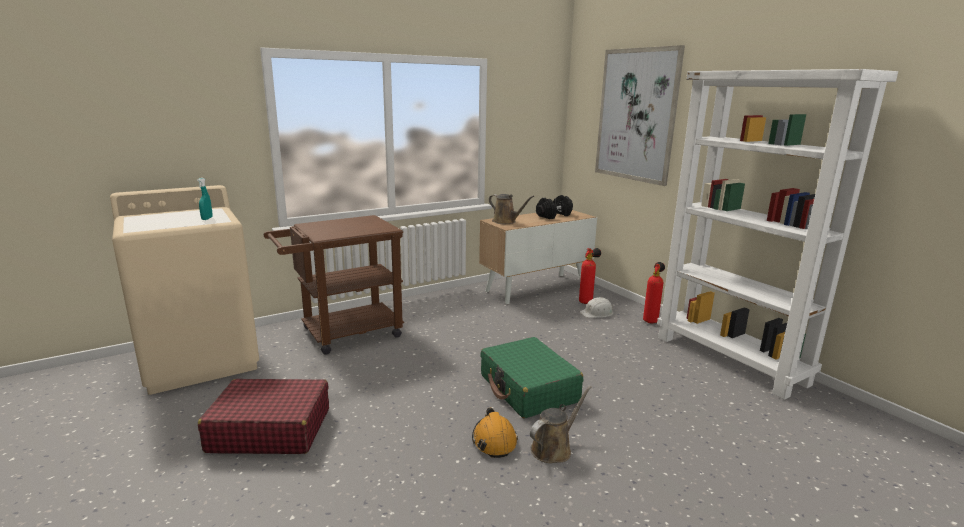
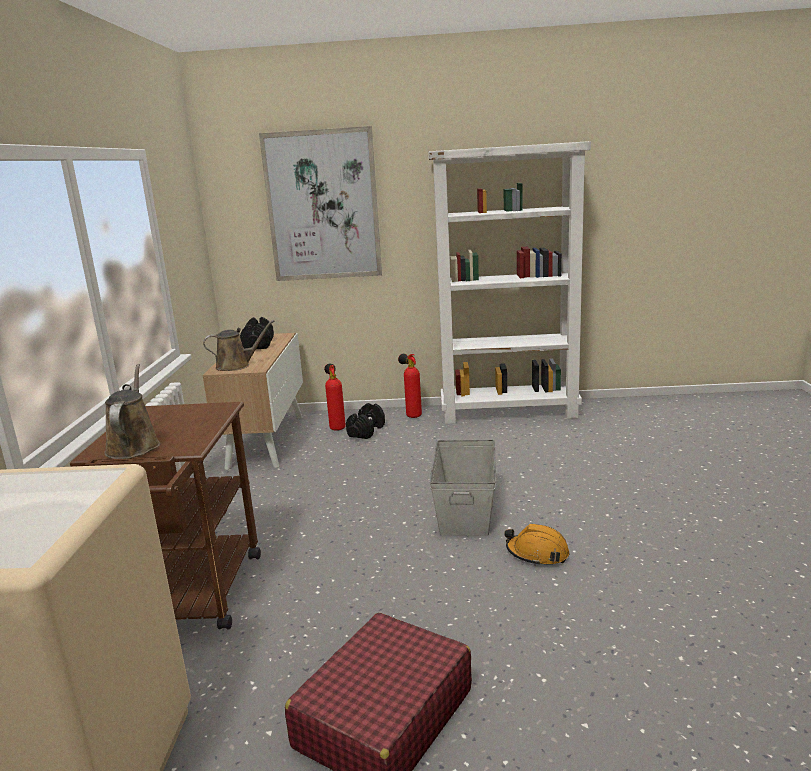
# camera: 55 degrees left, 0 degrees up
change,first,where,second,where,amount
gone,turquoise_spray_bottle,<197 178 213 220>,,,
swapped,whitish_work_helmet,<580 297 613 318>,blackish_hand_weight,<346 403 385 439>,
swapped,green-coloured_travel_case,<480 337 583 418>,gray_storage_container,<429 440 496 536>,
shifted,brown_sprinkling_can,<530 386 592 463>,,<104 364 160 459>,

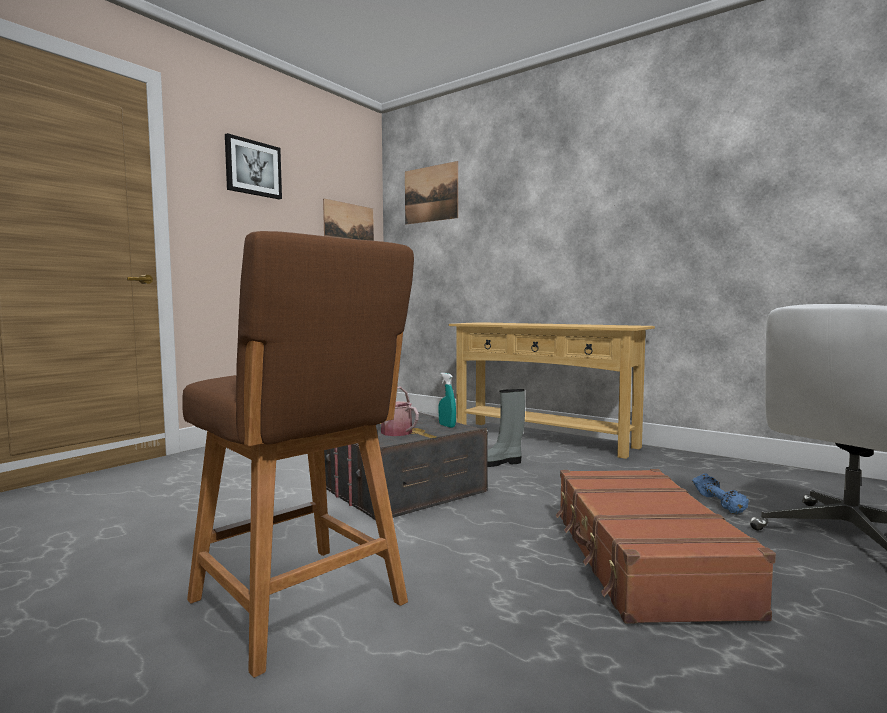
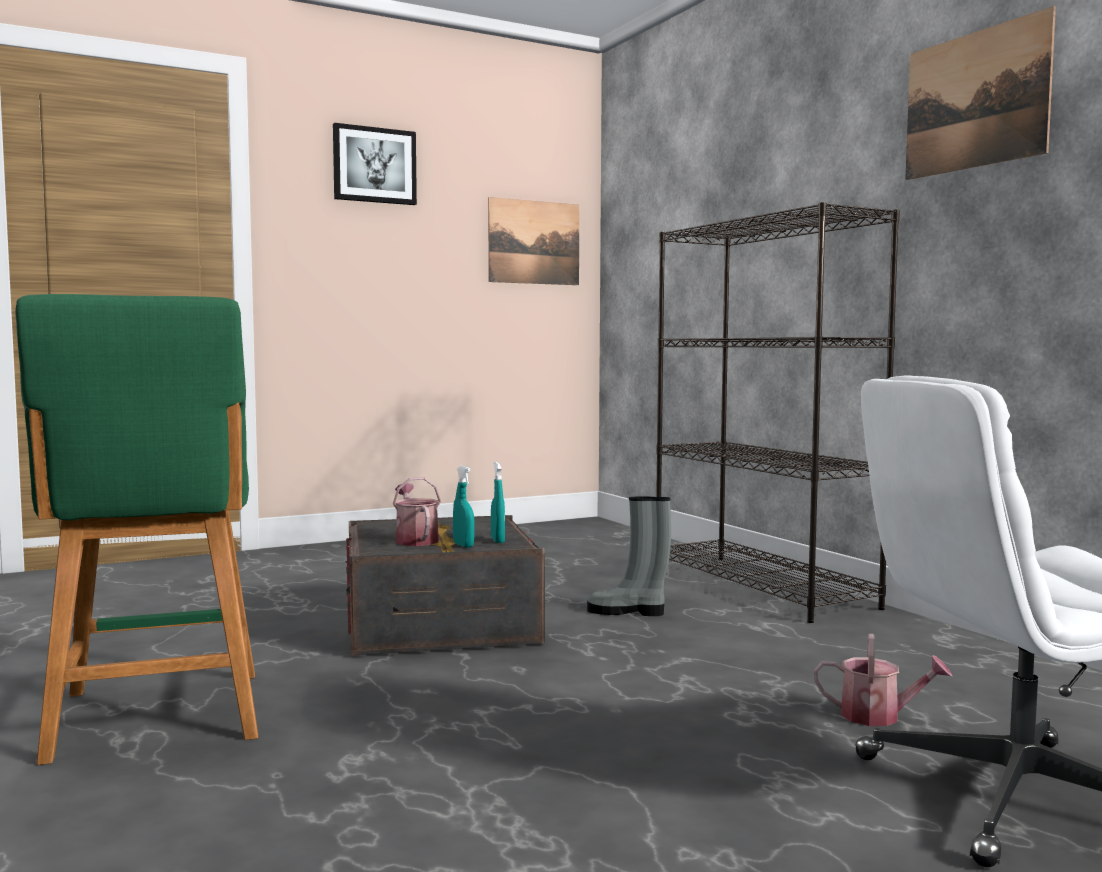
# camera: 25 degrees right, 0 degrees up
change,first,where,second,where,amount
shifted,wall_art,<405 161 458 224>,,<905 6 1056 180>,
repainted,brown_stool_seat,<182 231 414 678>,green-coloured_stool_seat,<15 294 258 765>,
swapped,sand-coloured_console_table,<449 322 655 459>,blackish_bookcase,<656 202 900 623>,
gone,brown_travel_case,<556 469 776 624>,,,
swapped,blue-coloured_hand_weight,<692 473 749 514>,sprinkling_can,<814 634 952 726>,
new,,,turquoise_spray_bottle,<453 466 474 548>,

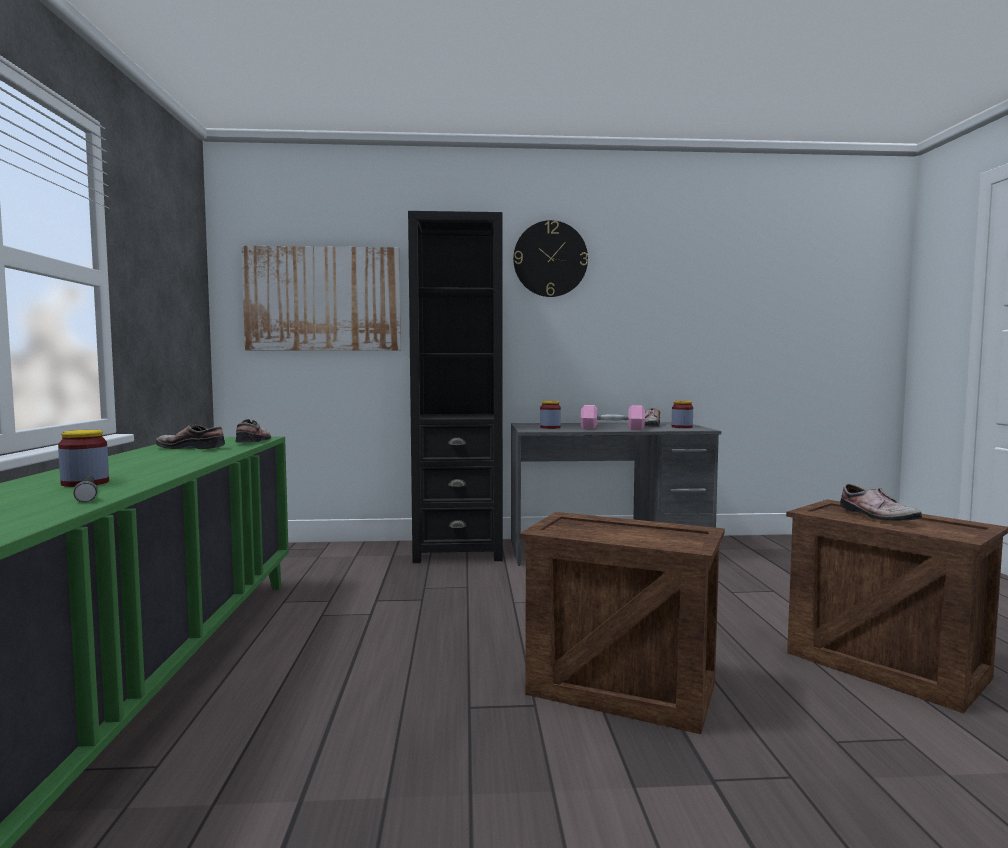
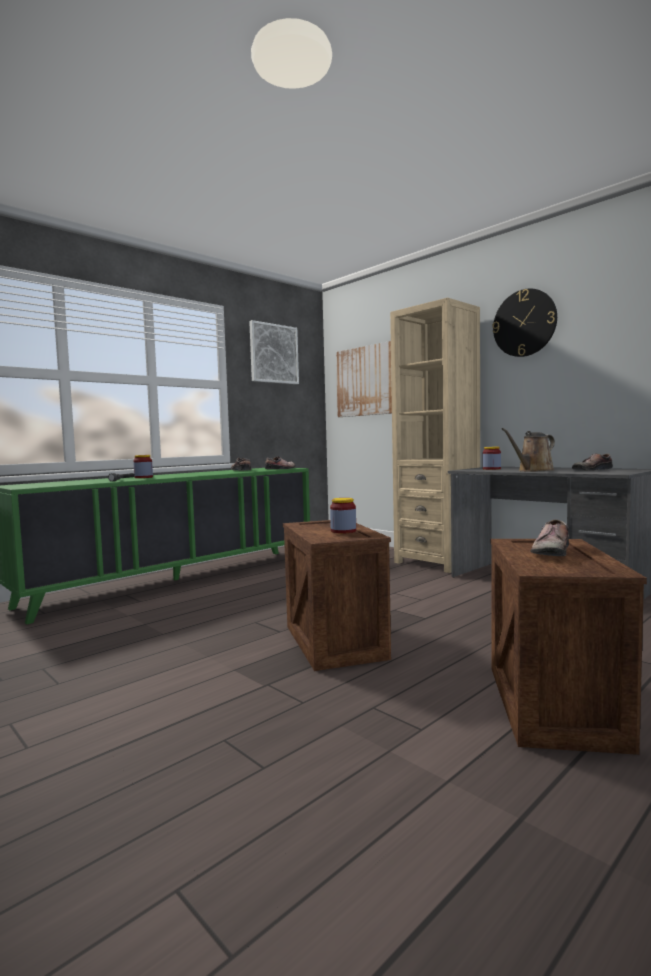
# camera: 50 degrees right, 0 degrees up
change,first,where,second,where,amount
repainted,blackish_bookcase,<408 211 503 563>,sand-coloured_bookcase,<390 298 480 573>,
shifted,preserve_jar,<672 401 693 428>,,<330 498 356 534>,
swapped,pink_hand_weight,<581 405 645 430>,brown_sprinkling_can,<502 428 555 472>,
new,,,wall_art,<249 320 299 384>,

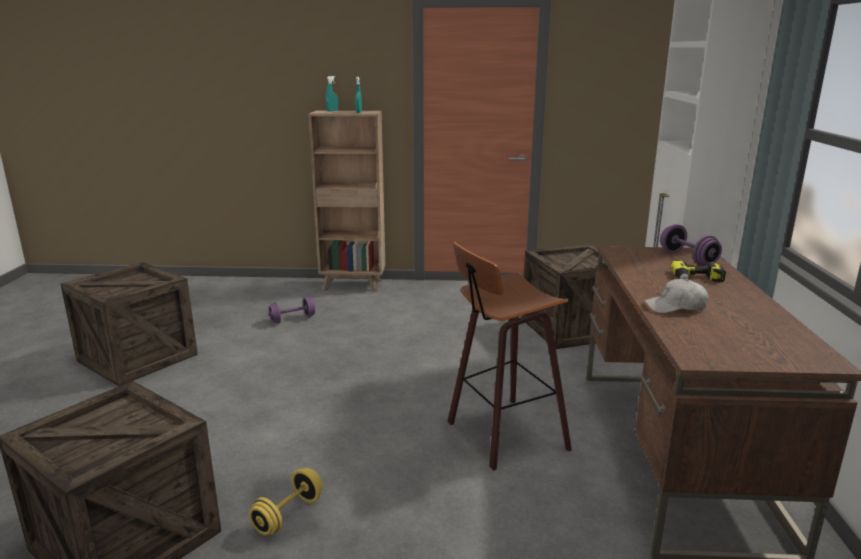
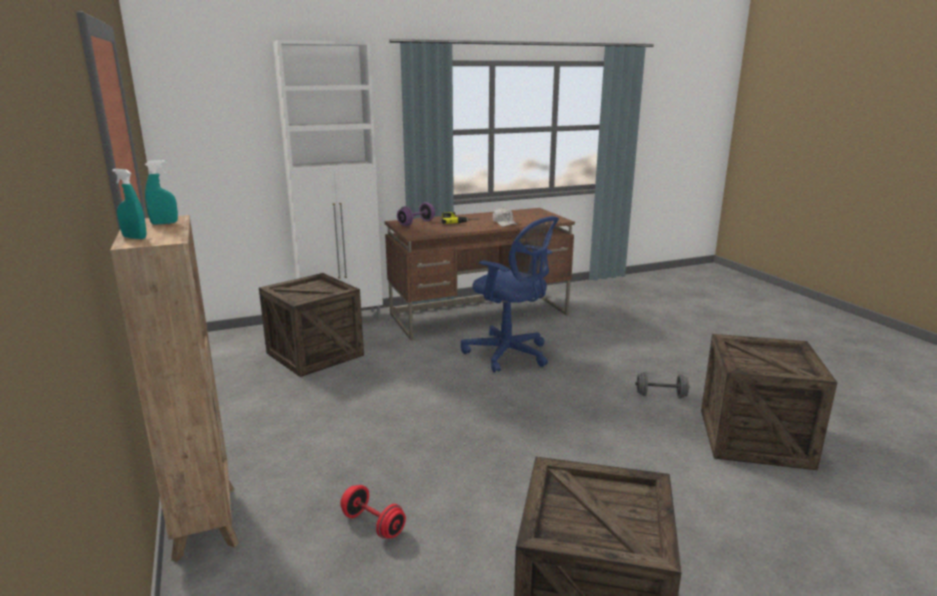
# camera: 115 degrees left, 0 degrees up
change,first,where,second,where,amount
swapped,stool_seat,<447 242 572 471>,blue-coloured_desk_chair,<461 216 559 372>,
repainted,purple_hand_weight,<268 297 315 324>,red-coloured_hand_weight,<340 485 406 539>,
repainted,yellow-coloured_hand_weight,<249 468 323 535>,gray_hand_weight,<635 372 690 399>,

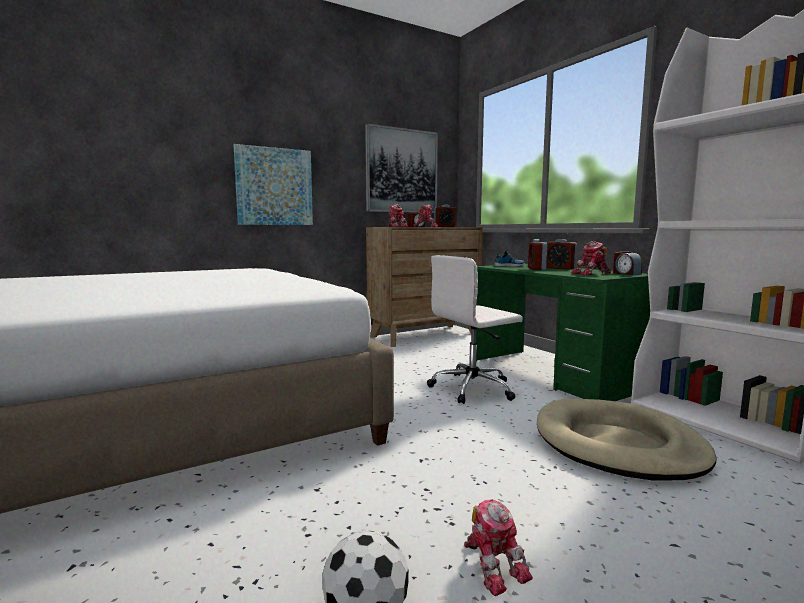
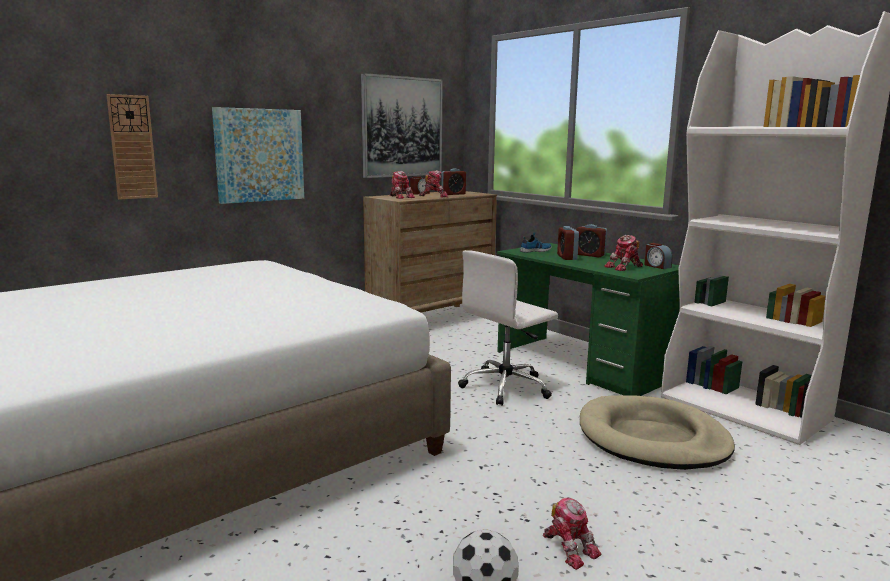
# camera: 10 degrees left, 5 degrees up
change,first,where,second,where,amount
new,,,hanging_clock,<106 94 158 200>,

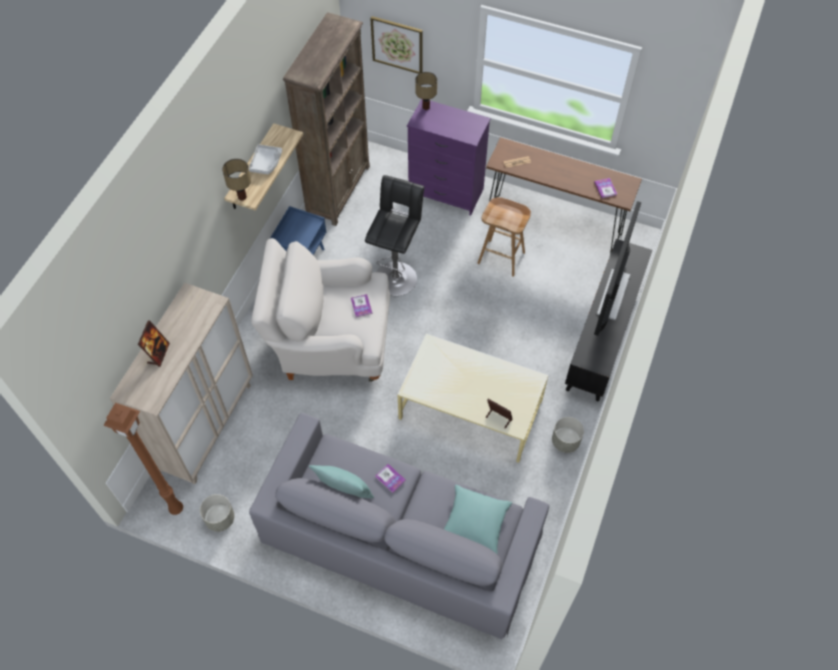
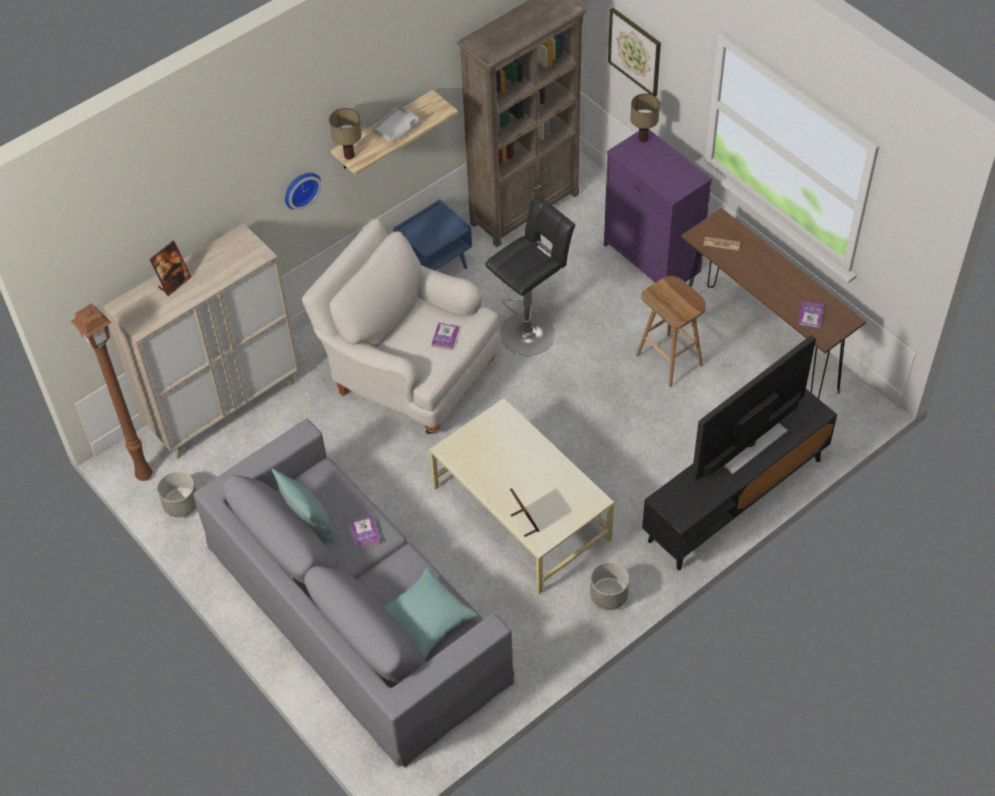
# camera: 30 degrees right, 5 degrees down
change,first,where,second,where,amount
new,,,hanging_clock,<285 173 322 210>,

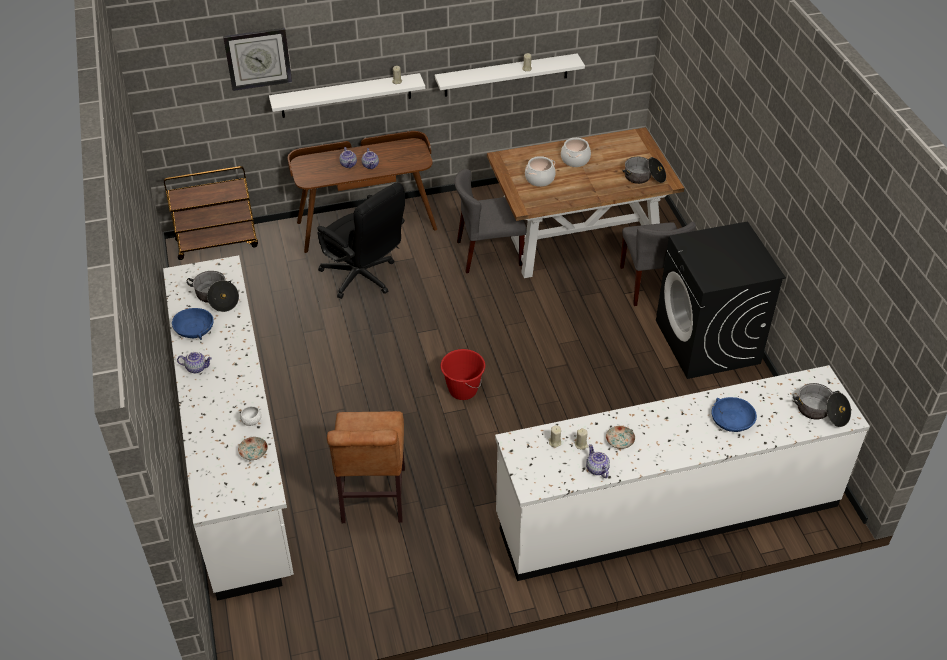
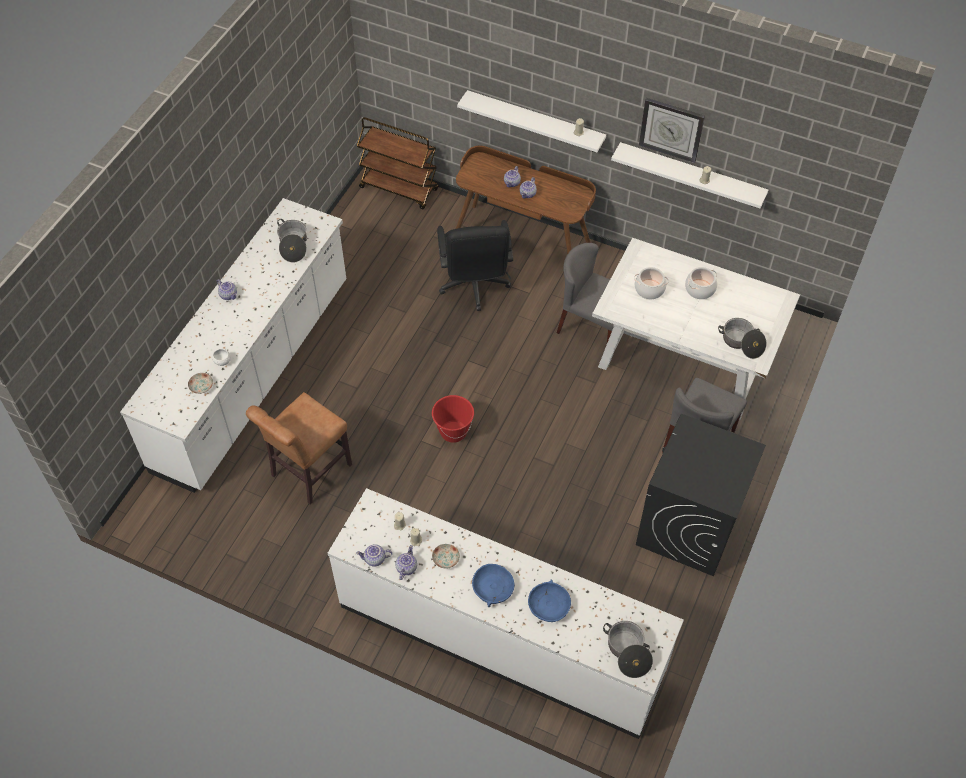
# camera: 40 degrees right, 10 degrees up
change,first,where,second,where,amount
shifted,hanging_clock,<223 28 292 91>,,<639 98 705 163>,
repainted,brown_kitchen_table,<487 127 684 278>,whitish_kitchen_table,<592 238 800 420>,
shifted,blue-coloured_serving_bowl,<172 308 214 340>,,<472 564 515 607>,
new,,,pot_for_tea,<356 544 392 567>,

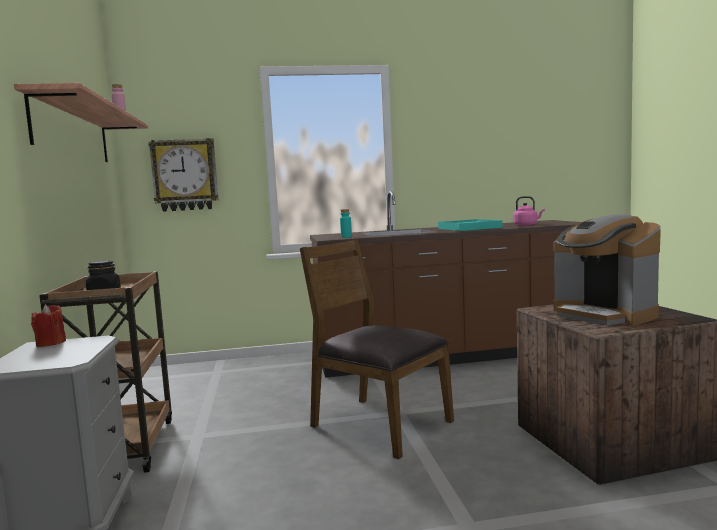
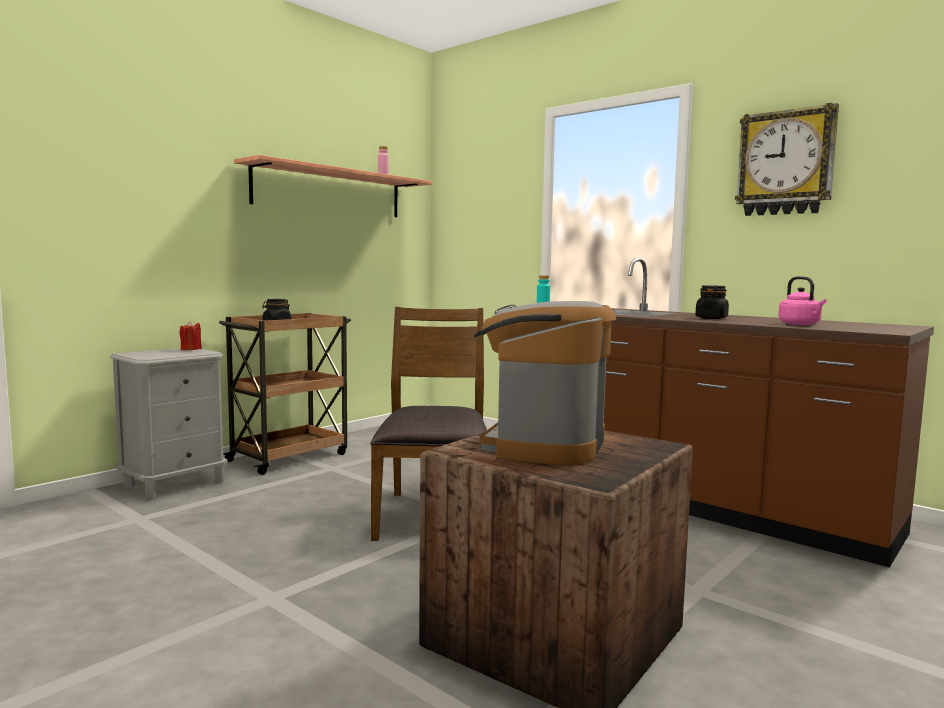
# camera: 50 degrees right, 0 degrees up
change,first,where,second,where,amount
shifted,hanging_clock,<148 138 219 212>,,<735 103 839 216>,
swapped,turquoise_serving_tray,<438 219 503 231>,blackish_preserve_jar,<695 285 729 319>,

